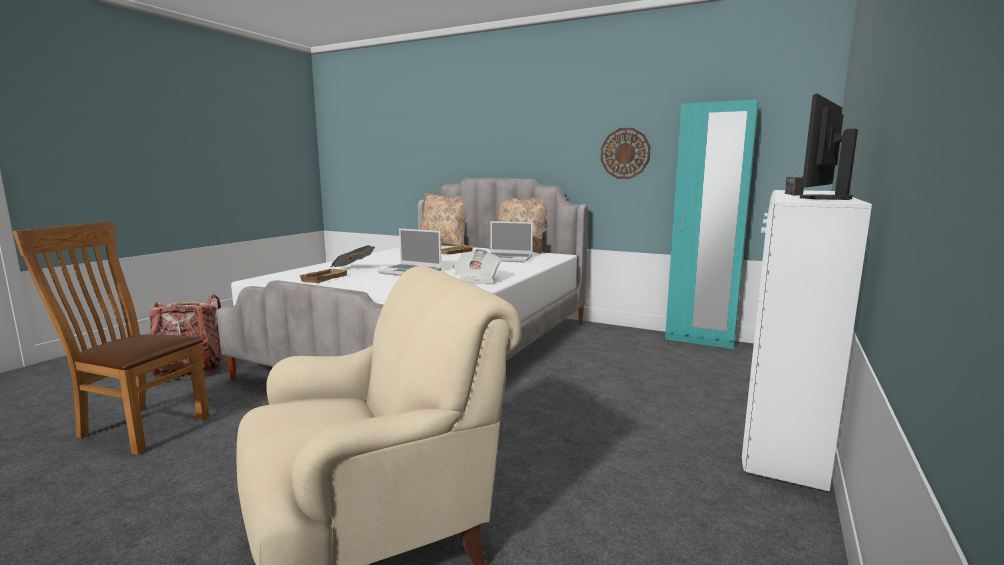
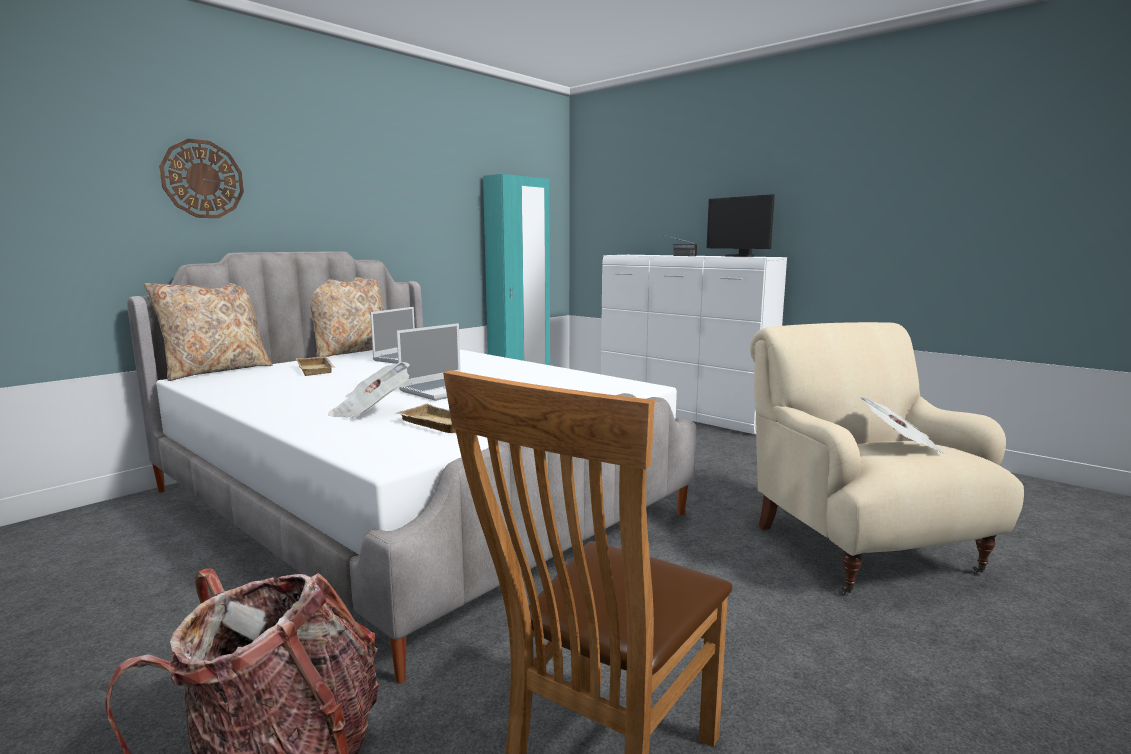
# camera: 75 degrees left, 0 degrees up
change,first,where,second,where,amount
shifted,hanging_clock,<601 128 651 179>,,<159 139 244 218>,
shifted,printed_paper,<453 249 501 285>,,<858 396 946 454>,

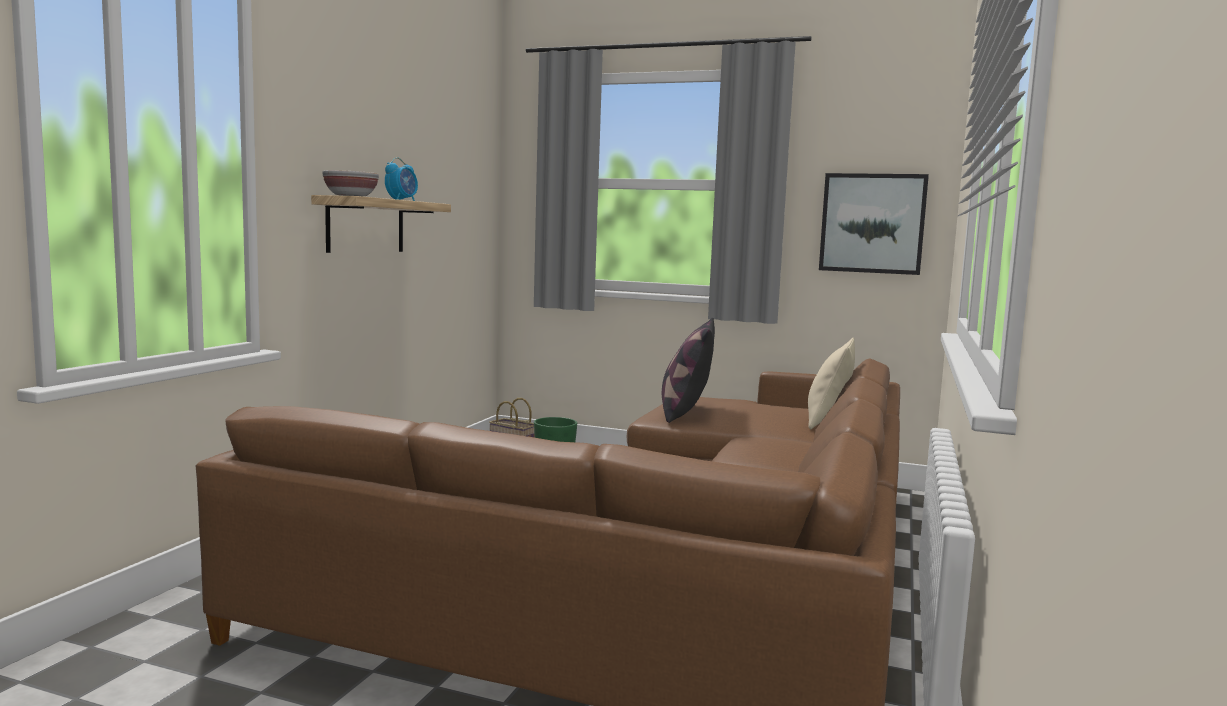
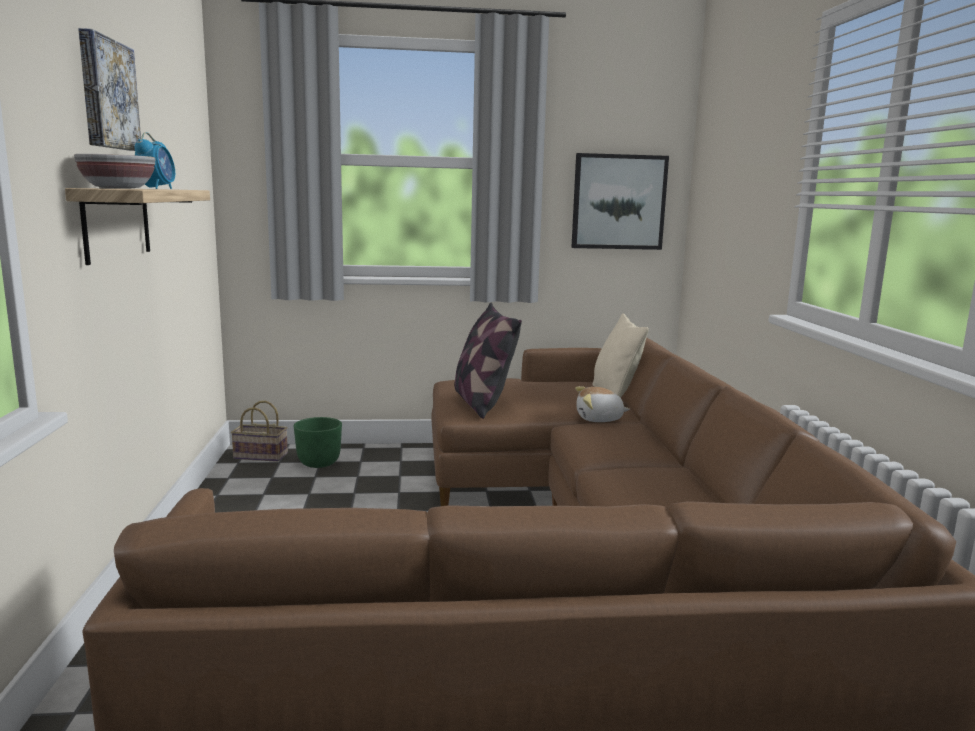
# camera: 25 degrees left, 5 degrees up
change,first,where,second,where,amount
new,,,wall_art,<78 28 141 151>,
new,,,cuddly_toy,<575 386 630 422>,

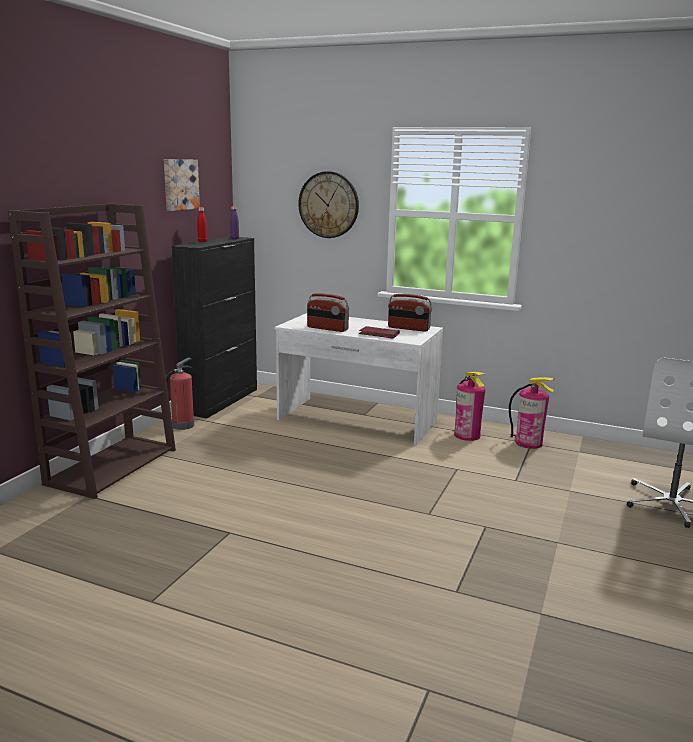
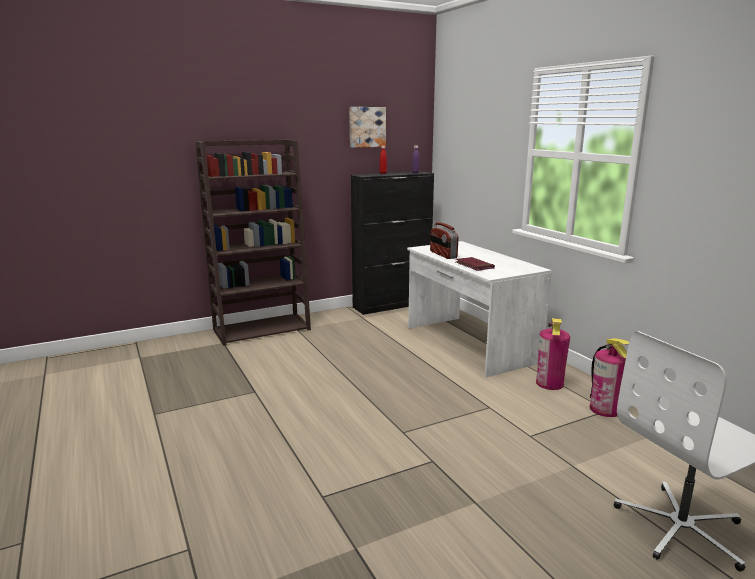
# camera: 40 degrees right, 0 degrees up
change,first,where,second,where,amount
gone,hanging_clock,<298 171 359 238>,,,
gone,radio,<388 294 432 332>,,,
gone,fire-fighting_cylinder,<166 357 194 430>,,,

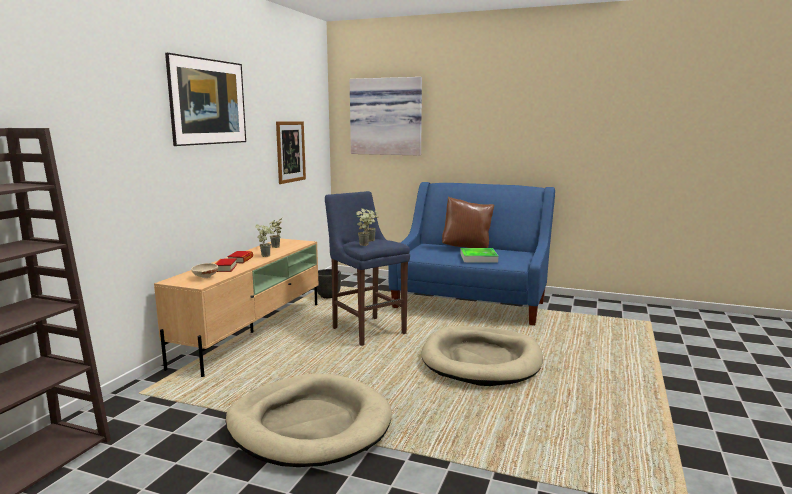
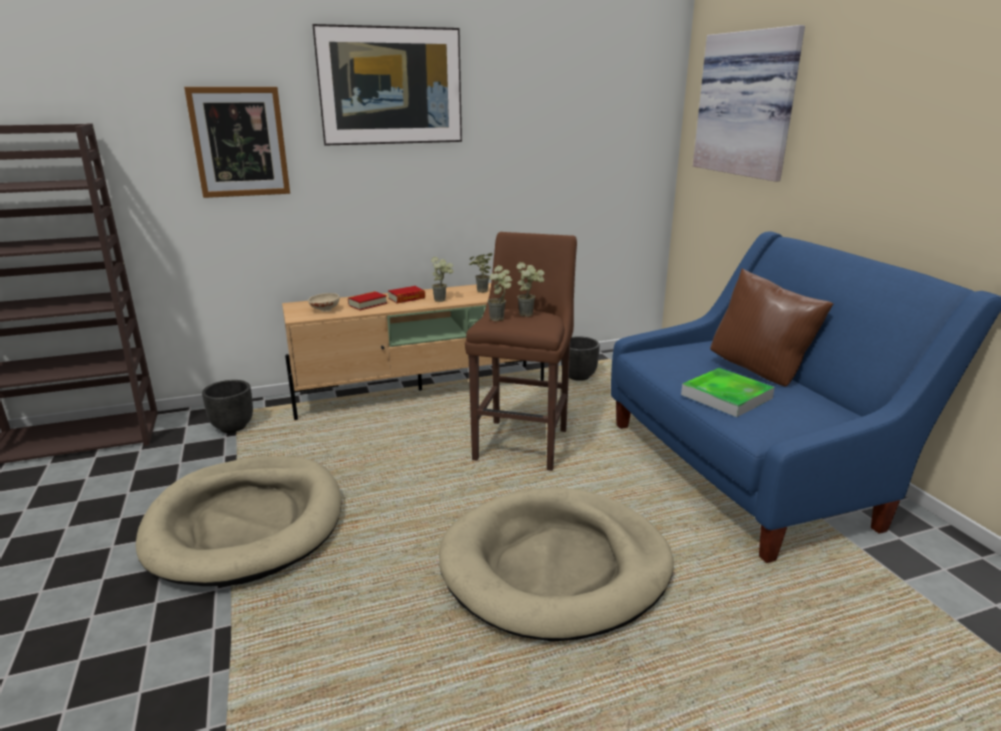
# camera: 50 degrees right, 10 degrees up
change,first,where,second,where,amount
shifted,wall_art,<276 122 306 184>,,<184 87 290 198>,
repainted,blue-coloured_stool_seat,<325 191 410 346>,brown_stool_seat,<465 232 577 471>,
new,,,blackish_flower_pot,<202 380 253 433>,

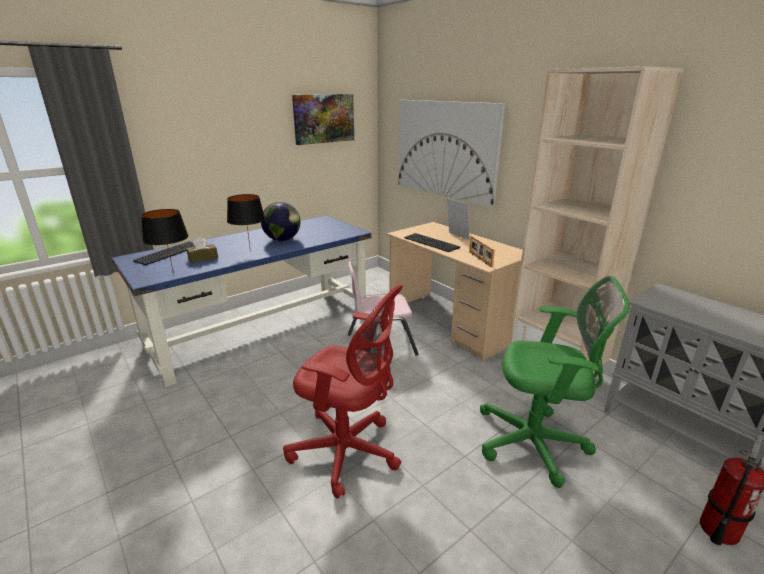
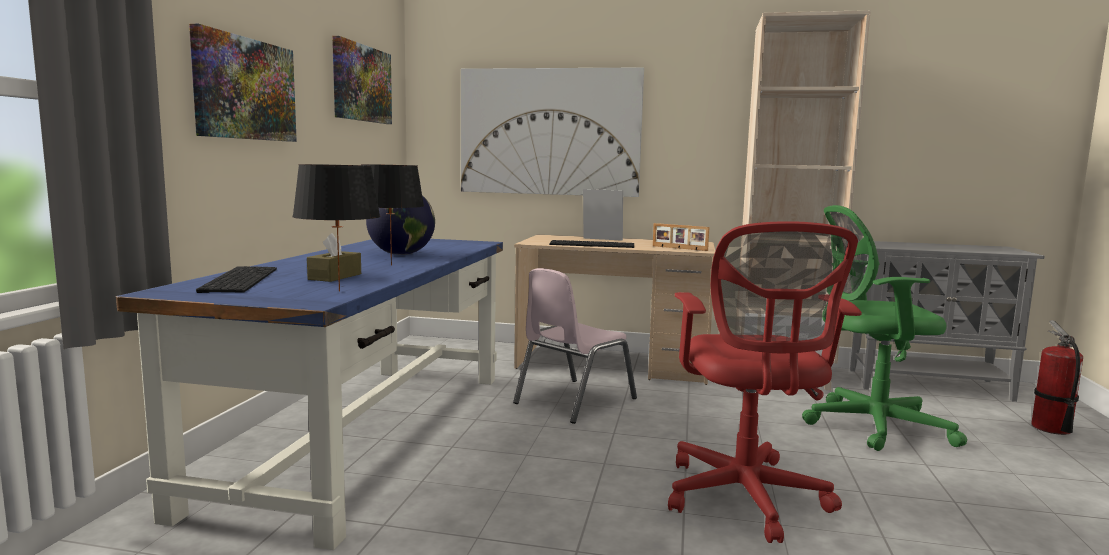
# camera: 40 degrees left, 15 degrees down
change,first,where,second,where,amount
rotated,green-coloured_desk_chair,<480 276 630 488>,,<802 205 967 451>,150 degrees counterclockwise
rotated,red-coloured_desk_chair,<283 285 403 499>,,<668 221 862 543>,105 degrees clockwise
new,,,wall_art,<189 23 297 142>,

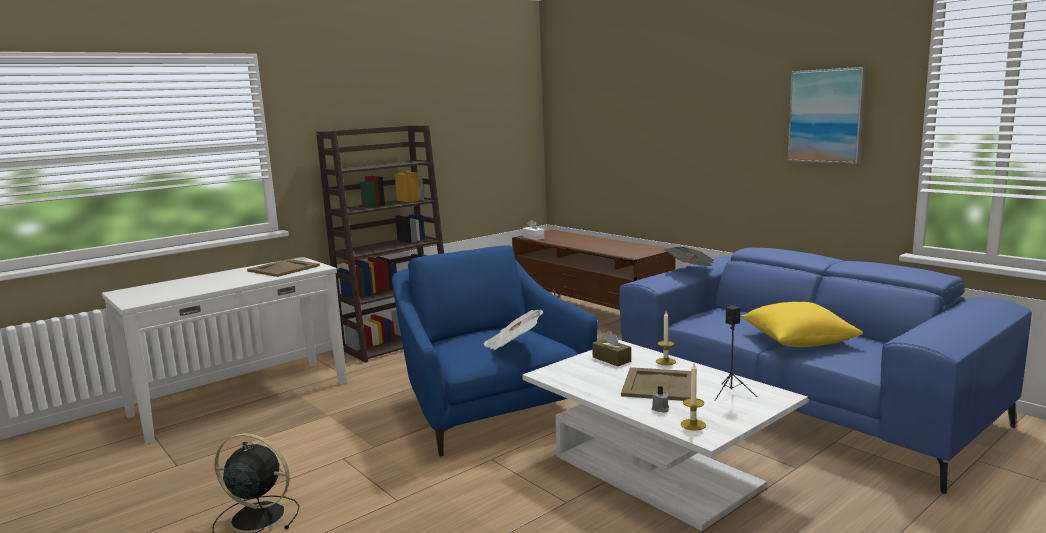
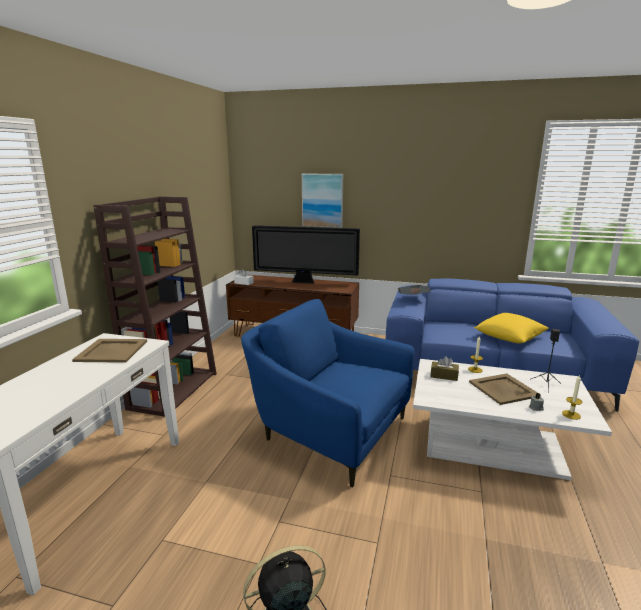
# camera: 35 degrees left, 5 degrees up
change,first,where,second,where,amount
shifted,wall_art,<788 67 866 164>,,<302 174 343 228>,
gone,printed_paper,<484 310 543 350>,,,
new,,,TV,<252 225 360 284>,

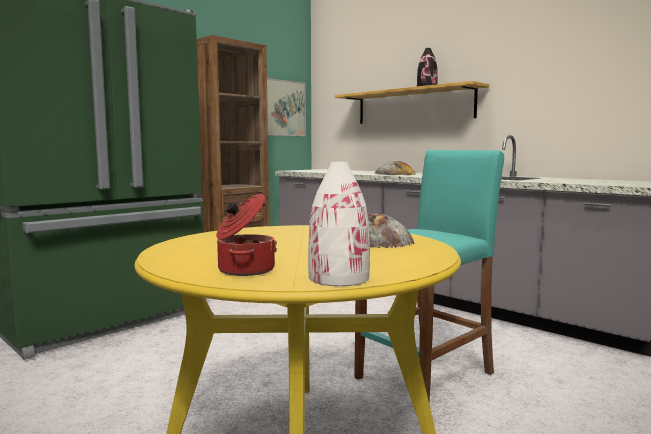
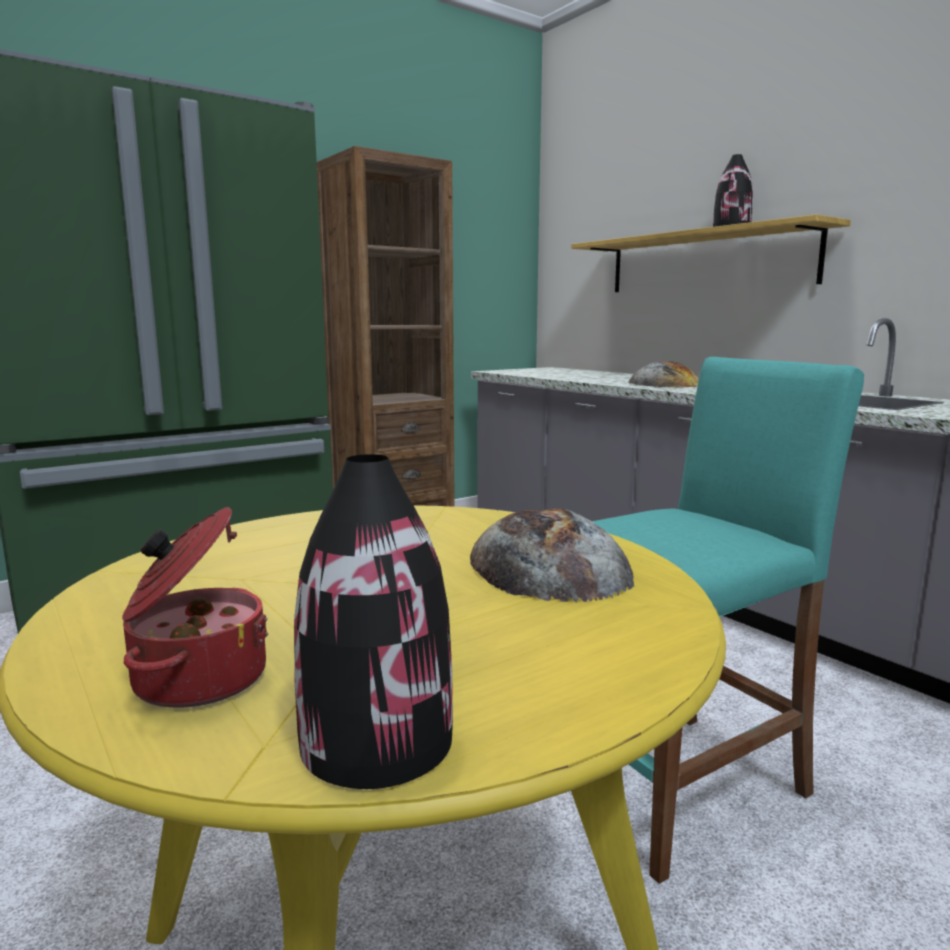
# camera: 10 degrees right, 5 degrees up
change,first,where,second,where,amount
gone,wall_art,<267 78 306 136>,,,
repainted,whitish_flower_vase,<308 161 370 286>,blackish_flower_vase,<294 454 453 789>,

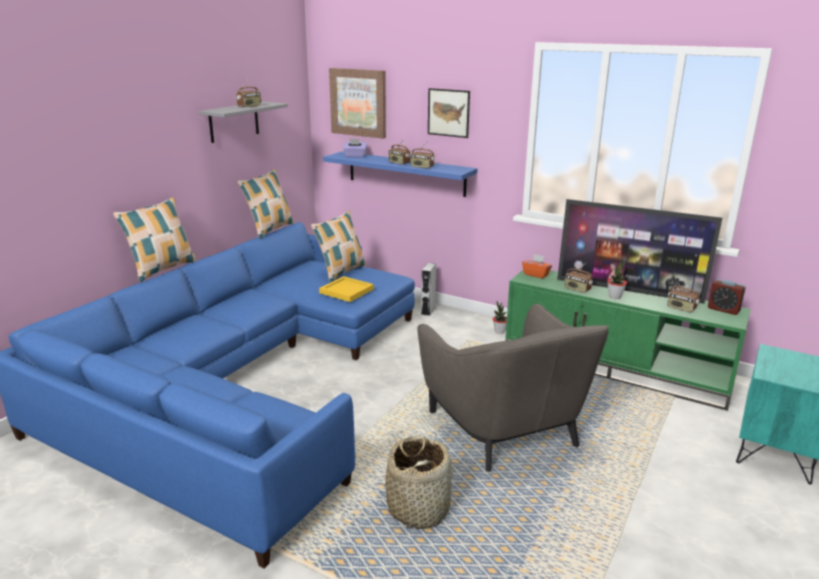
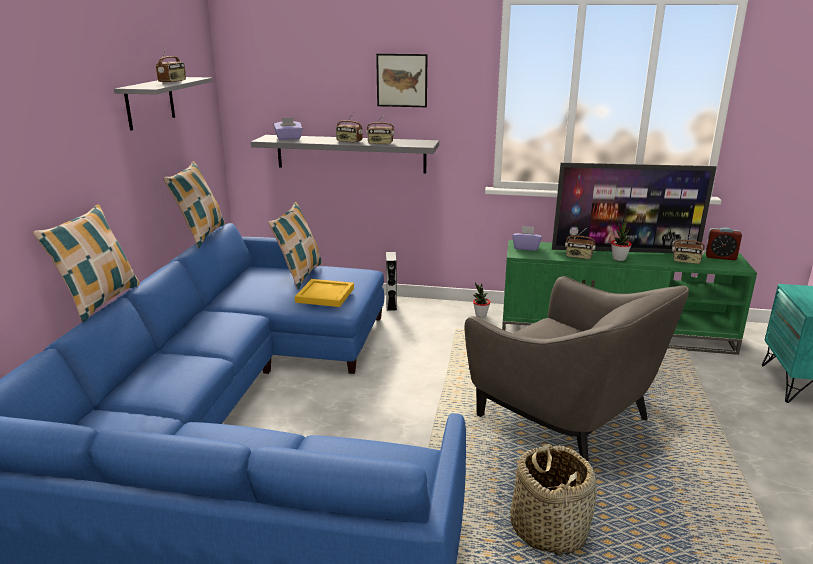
# camera: 20 degrees left, 0 degrees up
change,first,where,second,where,amount
gone,wall_art,<329 68 386 139>,,,
repainted,blue-coloured_wall_shelf,<323 151 477 197>,gray_wall_shelf,<251 135 439 174>,
repainted,orange-coloured_tissue_holder,<522 254 552 278>,purple_tissue_holder,<512 226 541 251>,

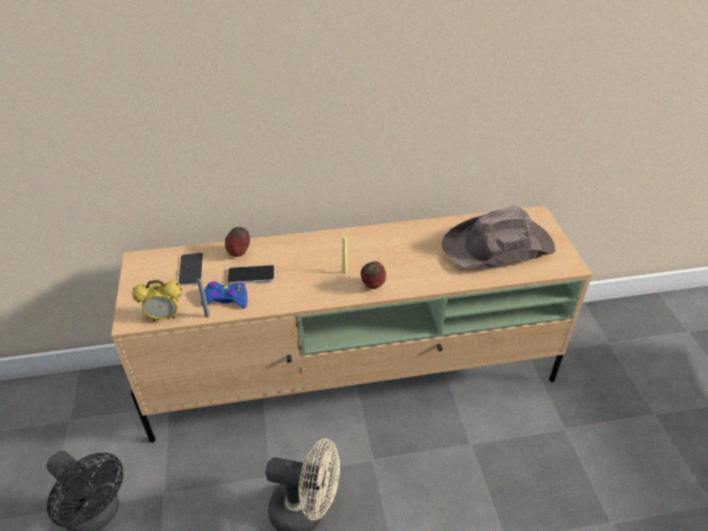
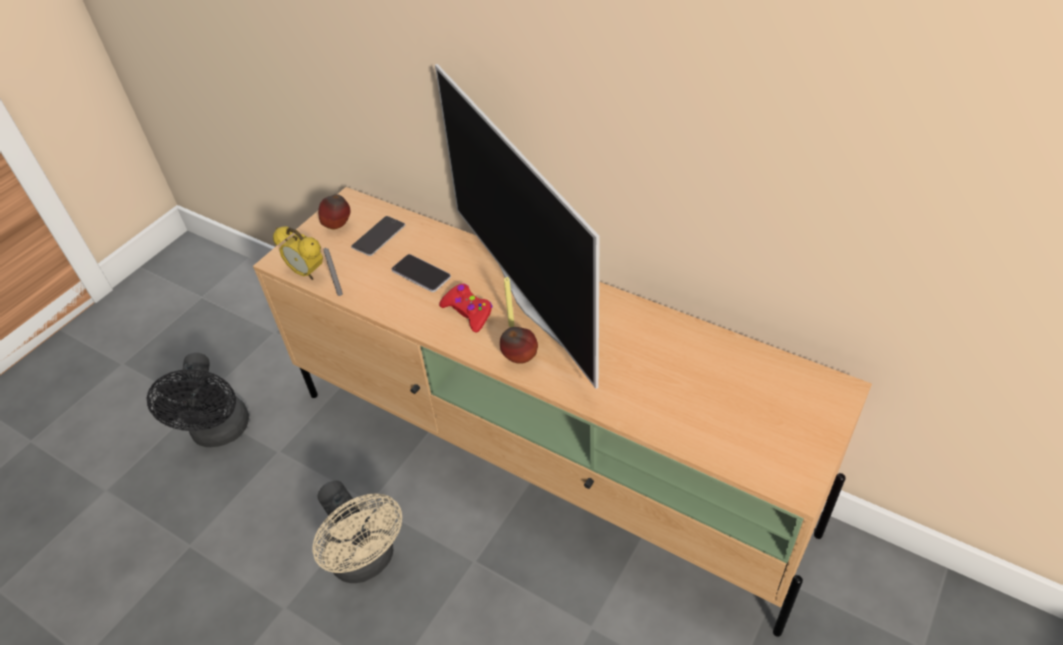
# camera: 45 degrees right, 5 degrees up
change,first,where,second,where,amount
gone,brown_hat,<442 205 556 269>,,,
shifted,whole_apple,<225 227 250 257>,,<318 194 350 229>,
gone,blue-coloured_gamepad,<201 282 247 308>,,,
new,,,TV,<435 64 599 389>,
new,,,red-coloured_gamepad,<439 284 493 333>,

